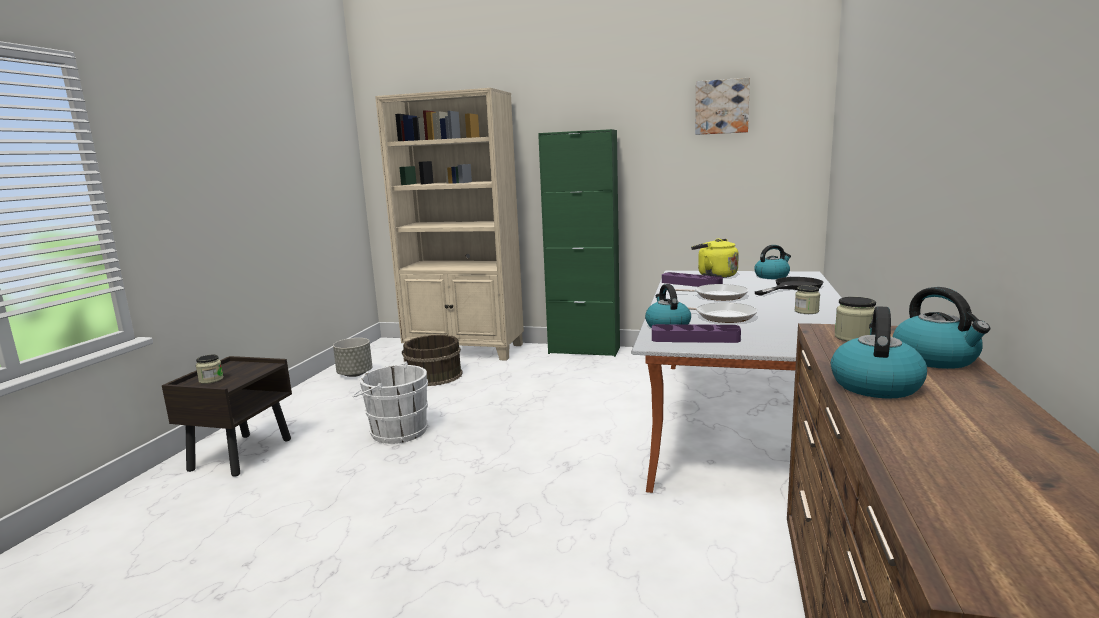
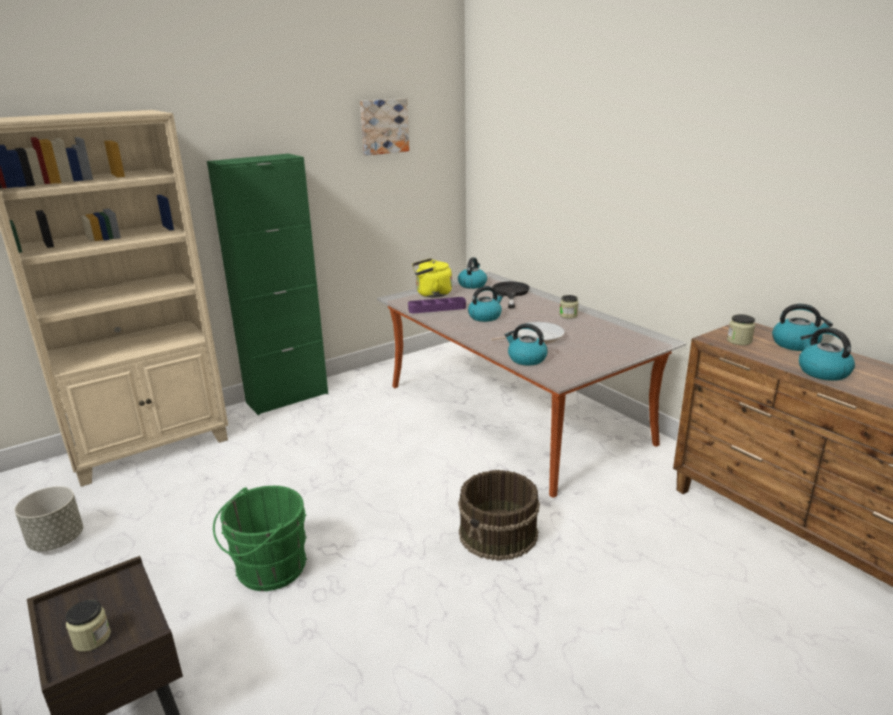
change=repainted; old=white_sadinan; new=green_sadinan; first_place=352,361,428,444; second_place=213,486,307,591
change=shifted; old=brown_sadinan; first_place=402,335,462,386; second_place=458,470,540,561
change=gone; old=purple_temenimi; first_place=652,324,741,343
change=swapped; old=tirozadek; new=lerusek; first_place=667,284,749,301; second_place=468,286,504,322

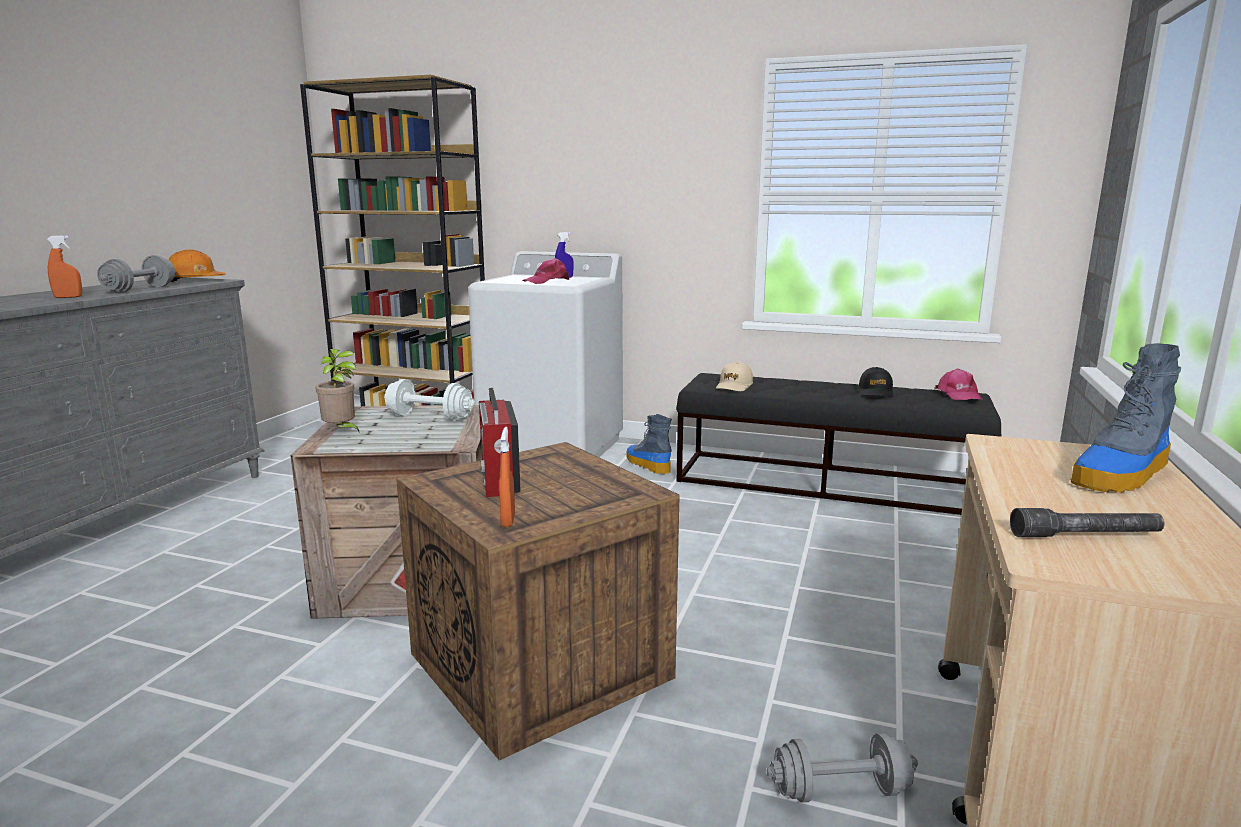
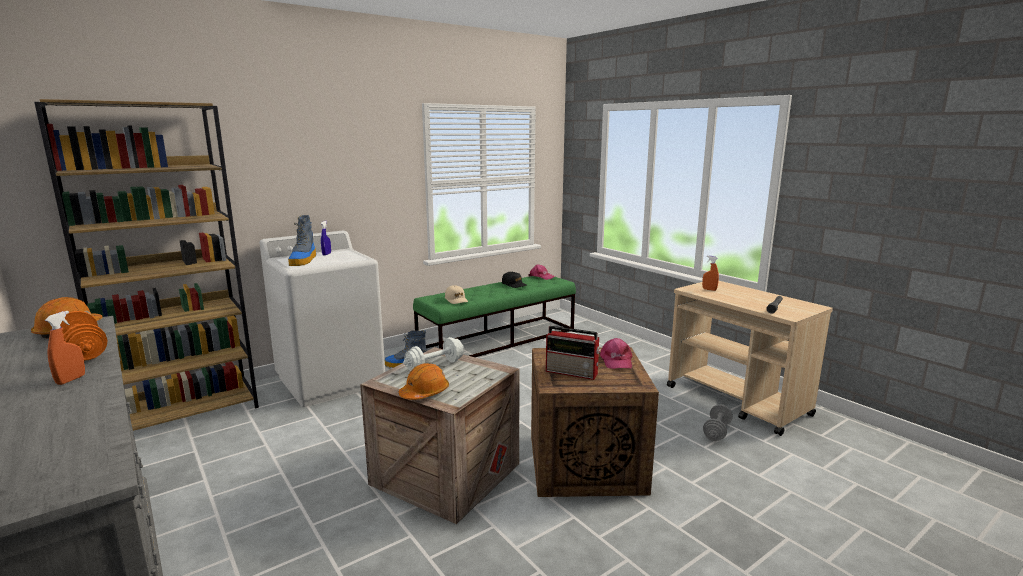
change=repainted; old=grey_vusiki; new=orange_vusiki; first_place=97,255,175,293; second_place=60,311,108,361
change=swapped; old=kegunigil; new=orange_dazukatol; first_place=315,349,360,433; second_place=399,363,449,400
change=shifted; old=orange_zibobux; first_place=499,427,515,527; second_place=702,256,719,291
change=shifted; old=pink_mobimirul; first_place=522,258,569,284; second_place=600,338,633,369
change=repainted; old=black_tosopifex; new=green_tosopifex; first_place=676,373,1001,515; second_place=413,276,576,357
change=shifted; old=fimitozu; first_place=1070,343,1181,493; second_place=288,215,316,266

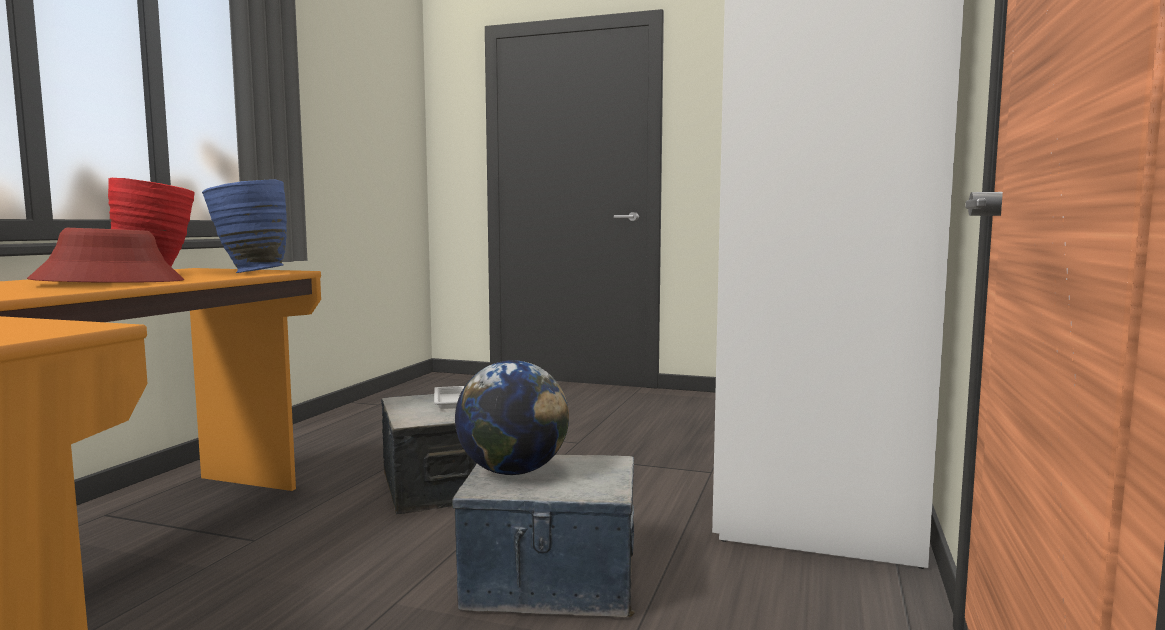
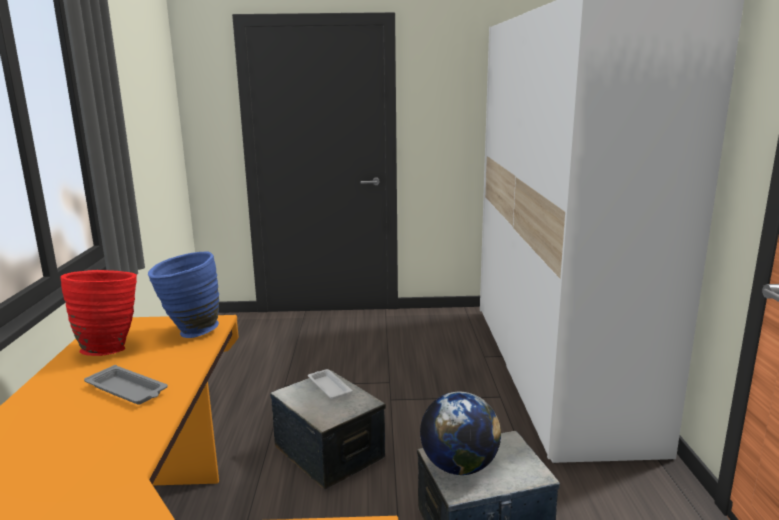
change=swapped; old=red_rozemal; new=grey_temenimi; first_place=27,228,184,283; second_place=84,365,168,405

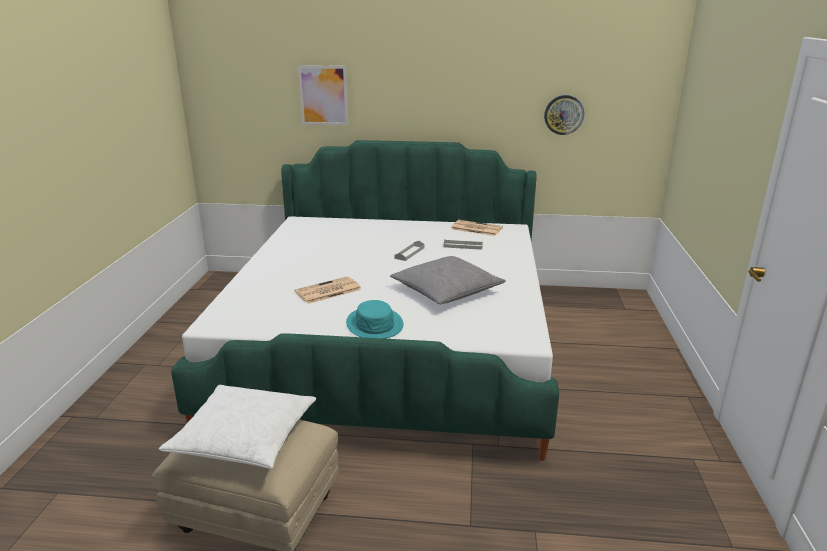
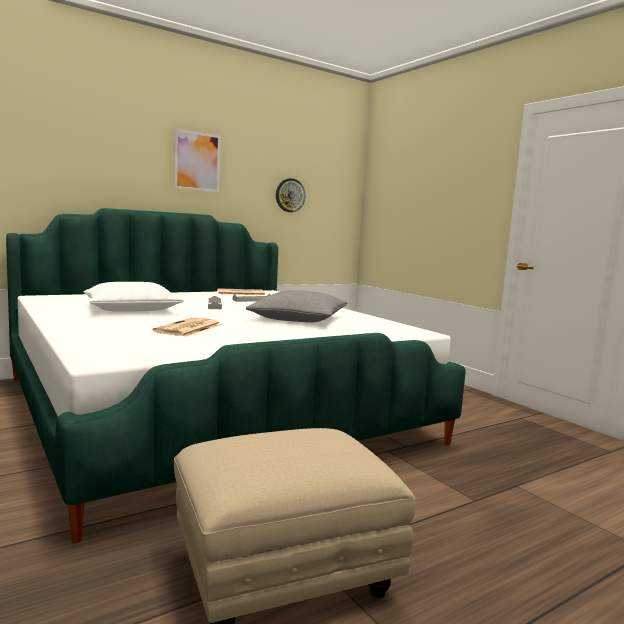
change=shifted; old=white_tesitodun; first_place=159,385,316,469; second_place=83,282,184,312
change=shifted; old=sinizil; first_place=298,65,348,125; second_place=174,129,221,193
change=gone; old=turquoise_rozemal; first_place=346,300,404,339

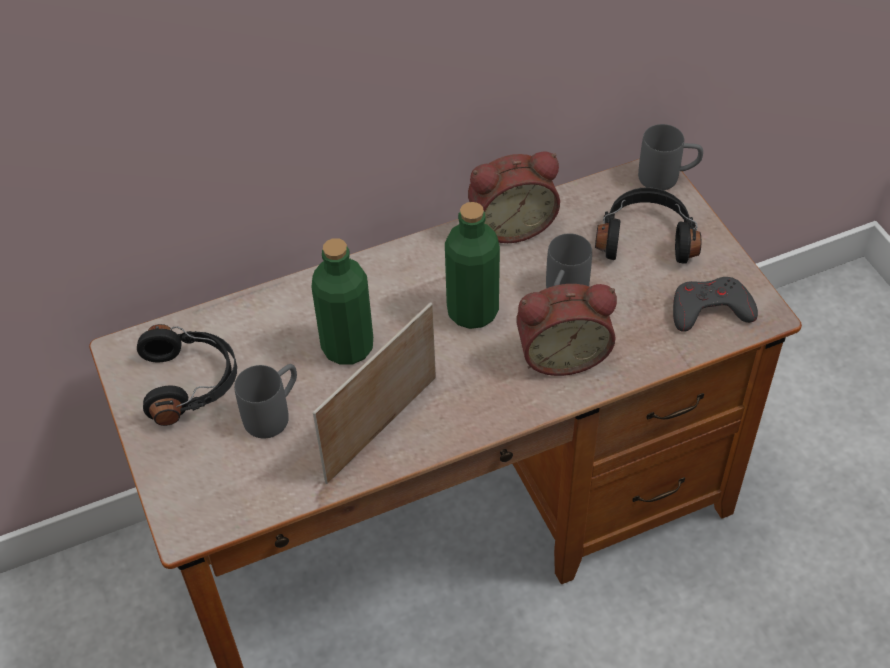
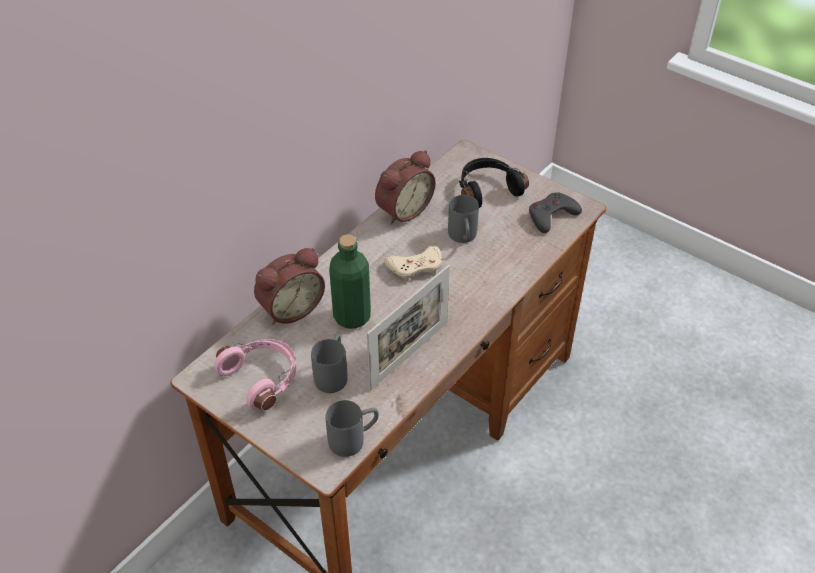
change=repainted; old=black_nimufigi; new=pink_nimufigi; first_place=137,324,237,426; second_place=215,339,297,410
change=rotated; old=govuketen; first_place=313,302,436,484; second_place=367,265,450,390; degrees=-150
change=swapped; old=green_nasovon; new=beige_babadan; first_place=445,202,500,329; second_place=384,245,442,282
change=shifted; old=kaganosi; first_place=516,284,617,376; second_place=254,248,325,325
change=shifted; old=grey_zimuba; first_place=638,124,703,190; second_place=326,400,379,457

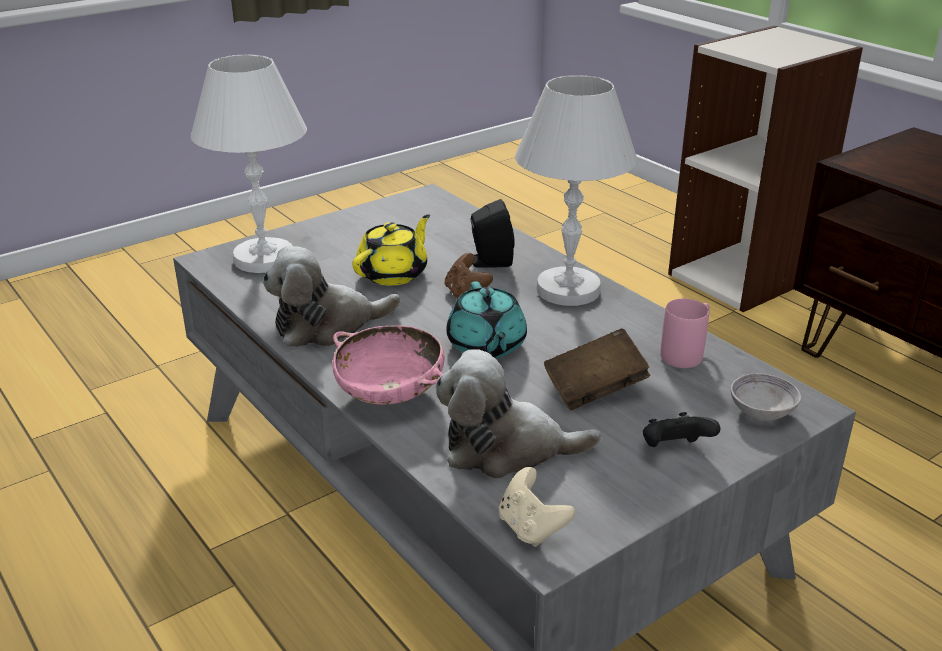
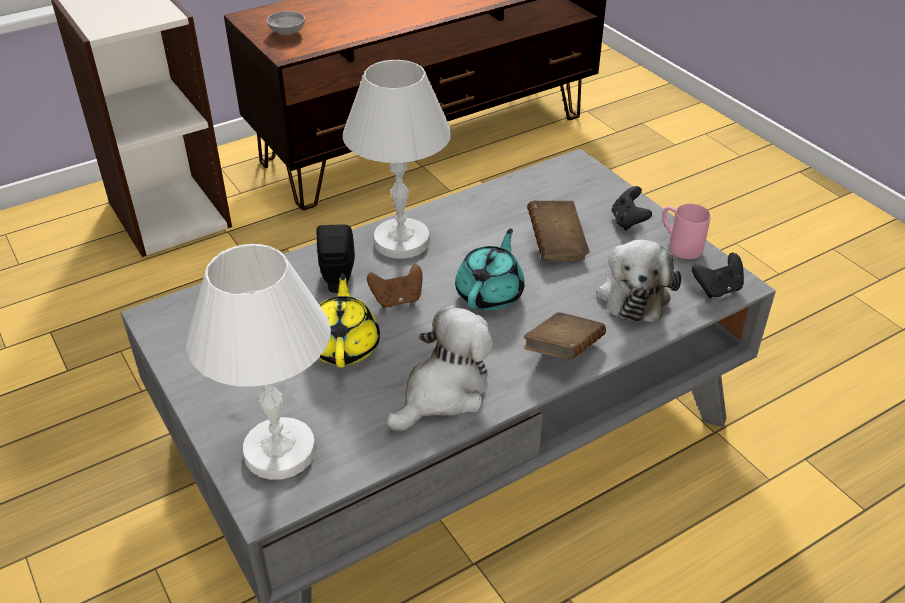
change=rotated; old=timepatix; first_place=262,246,401,347; second_place=386,305,493,430; degrees=-120
change=swapped; old=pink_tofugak; new=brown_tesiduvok; first_place=332,325,444,405; second_place=524,312,606,360
change=rotated; old=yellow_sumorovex; first_place=353,214,430,286; second_place=318,273,380,368; degrees=45
change=rotated; old=turquoise_sumorovex; first_place=446,281,527,358; second_place=455,229,525,310; degrees=-60
change=repainted; old=beige_babadan; new=black_babadan; first_place=499,467,575,547; second_place=692,253,744,298
change=shifted; old=pink_zimuba; first_place=660,299,710,368; second_place=662,204,711,259
change=shifted; old=grey_tofugak; first_place=731,373,801,420; second_place=266,11,305,35

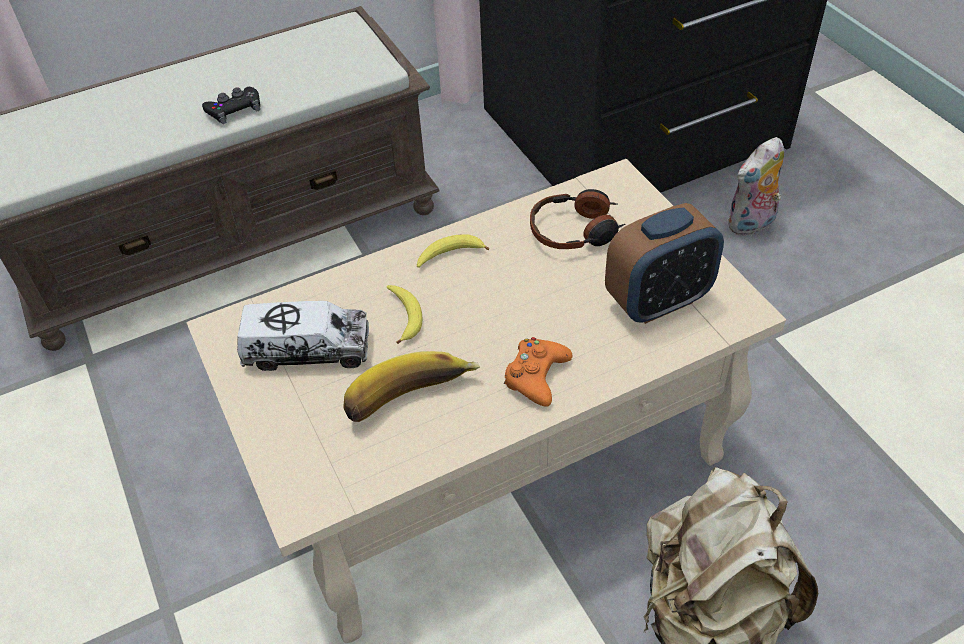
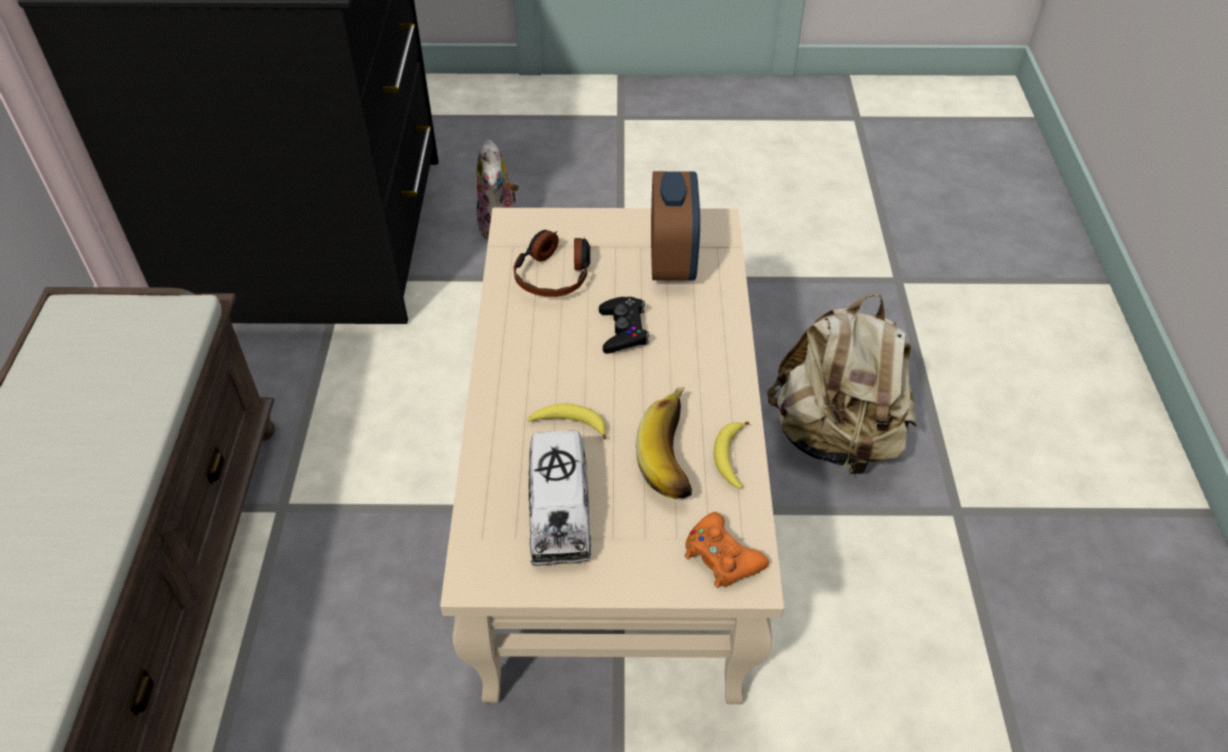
change=shifted; old=black_babadan; first_place=202,87,260,124; second_place=599,297,649,354
change=rotated; old=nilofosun; first_place=237,301,369,371; second_place=529,431,591,566; degrees=150
change=shifted; old=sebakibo; first_place=417,234,489,268; second_place=714,421,749,489
change=shifted; old=orange_babadan; first_place=504,337,572,407; second_place=685,512,769,588

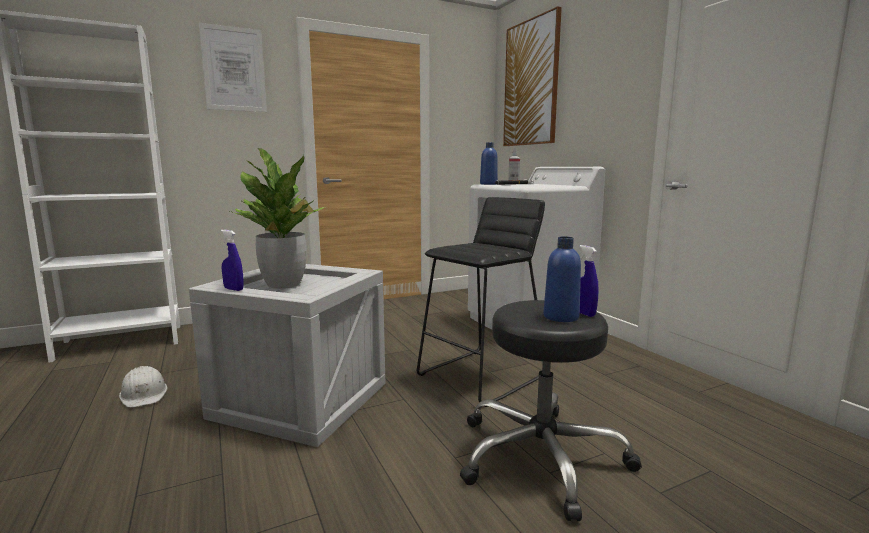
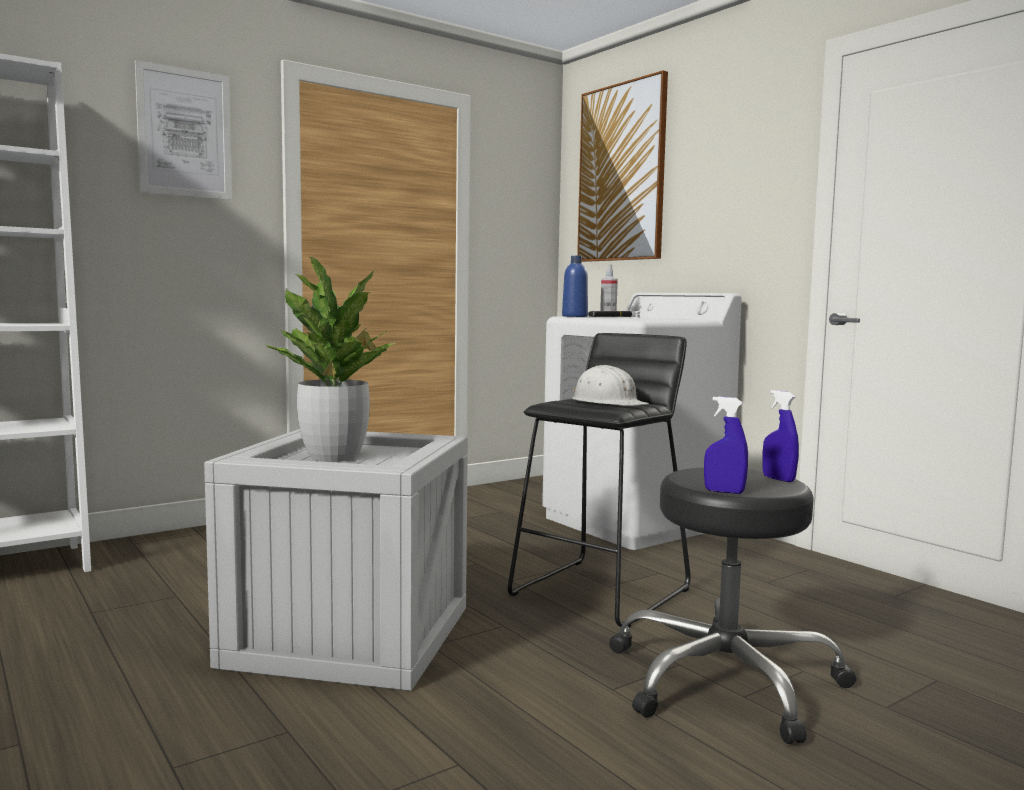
change=shifted; old=white_dazukatol; first_place=119,366,167,408; second_place=572,365,649,406
change=shifted; old=blue_zibobux; first_place=221,230,244,291; second_place=704,396,748,494
change=gone; old=blue_nasovon; first_place=543,236,581,322

